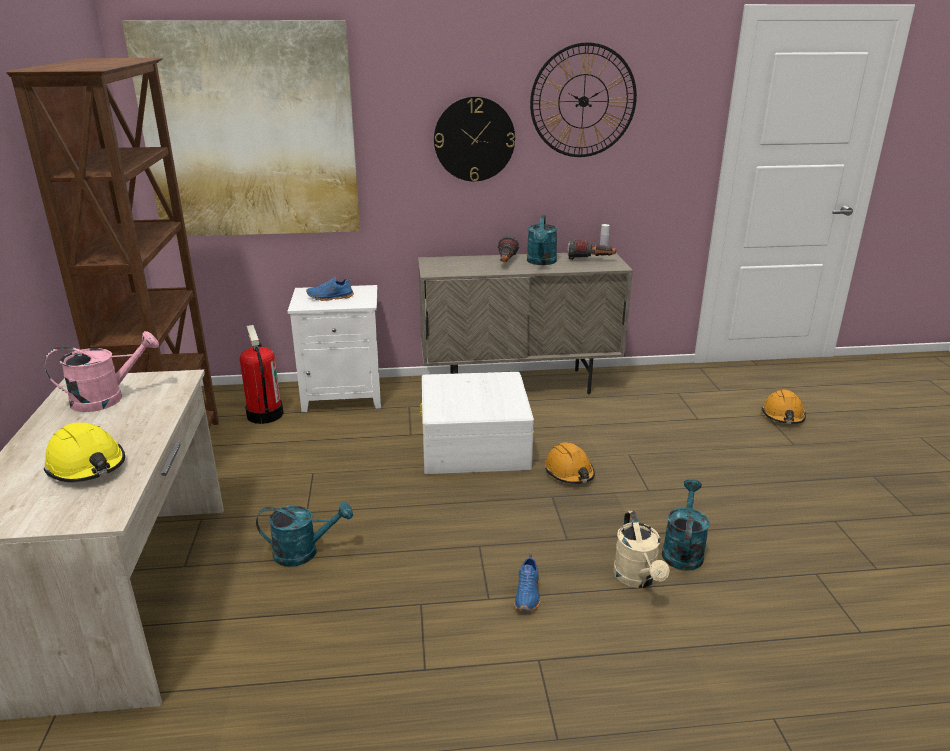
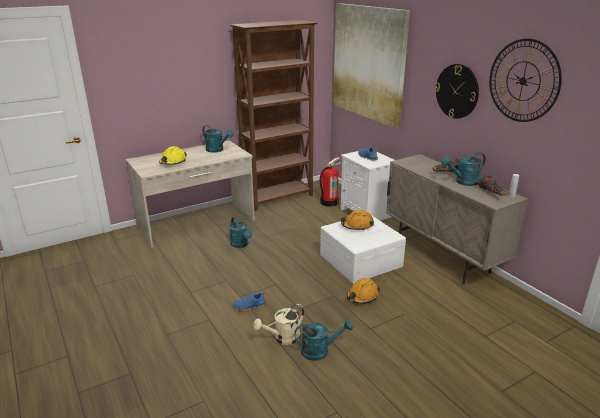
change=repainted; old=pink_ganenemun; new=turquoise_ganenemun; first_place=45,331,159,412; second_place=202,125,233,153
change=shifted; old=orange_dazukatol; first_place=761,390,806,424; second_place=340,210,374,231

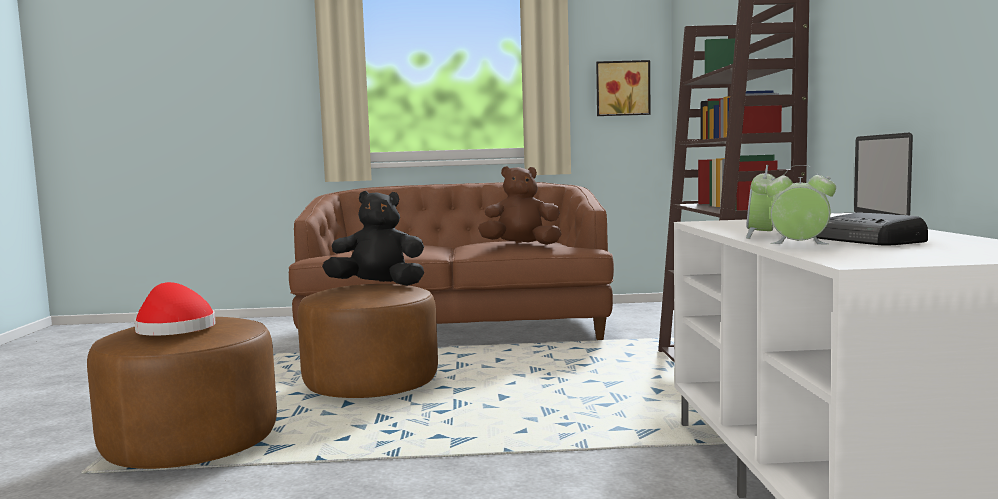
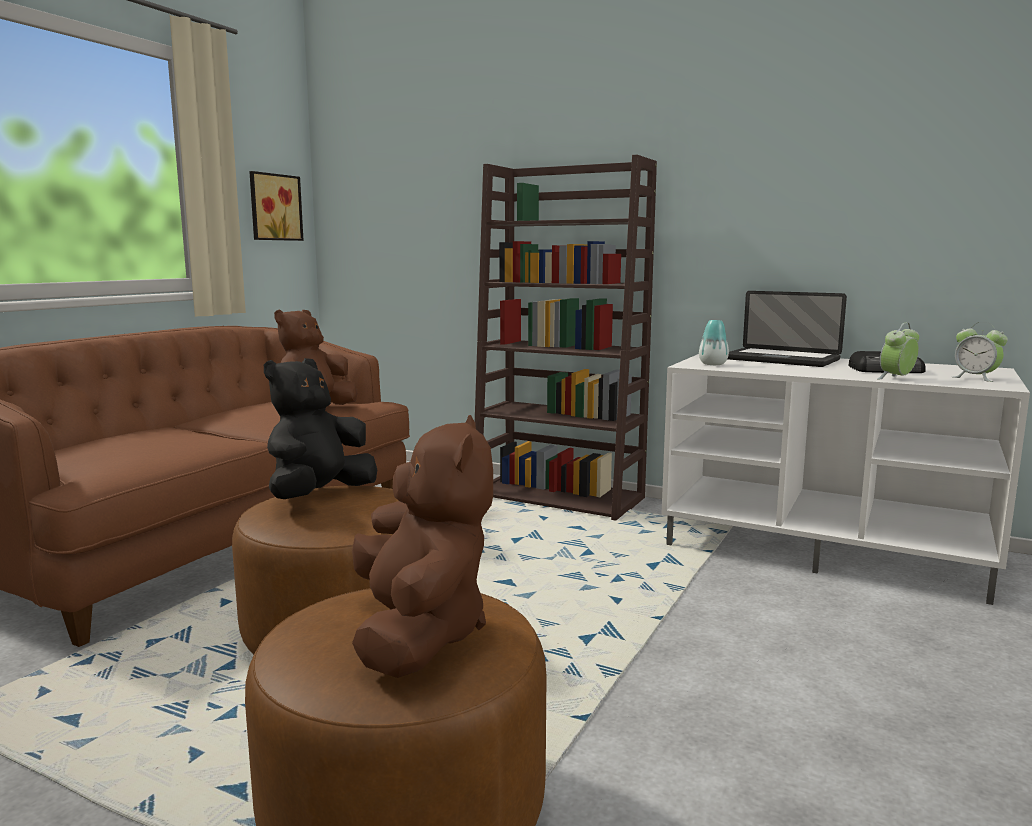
change=swapped; old=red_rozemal; new=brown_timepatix; first_place=134,282,216,336; second_place=352,415,493,678
change=shifted; old=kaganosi; first_place=746,165,776,239; second_place=954,322,1008,382
change=new; new=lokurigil; second_place=699,320,729,365

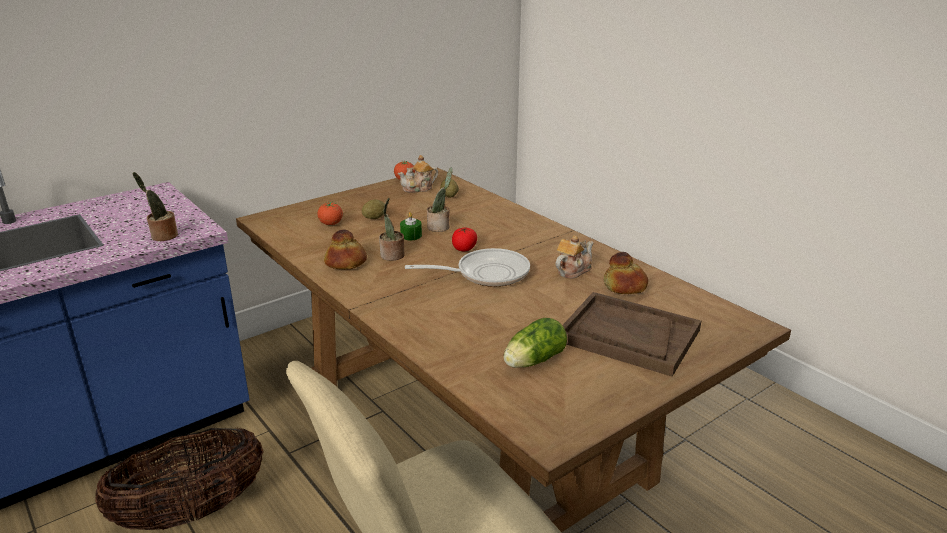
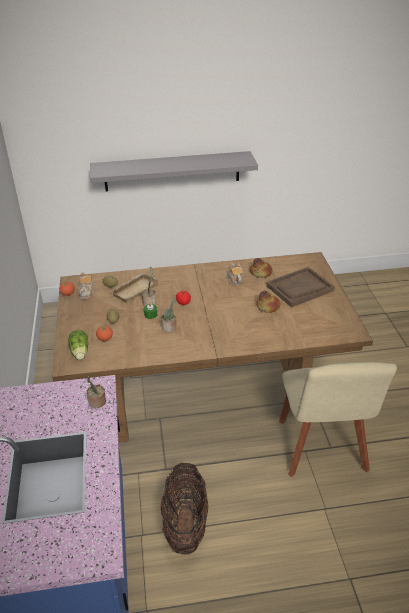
change=shifted; old=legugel; first_place=324,229,367,269; second_place=256,291,281,313
change=gone; old=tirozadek; first_place=405,248,530,287
change=shifted; old=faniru; first_place=504,318,567,368; second_place=68,330,88,360
change=new; new=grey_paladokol; second_place=90,151,258,191
change=new; new=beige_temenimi; second_place=111,273,159,303

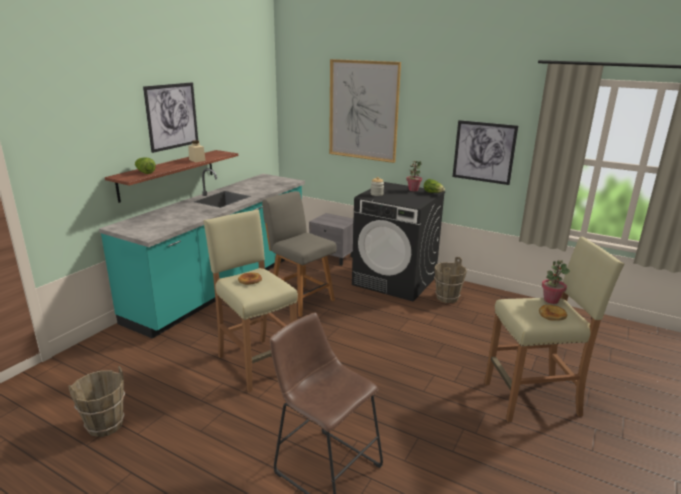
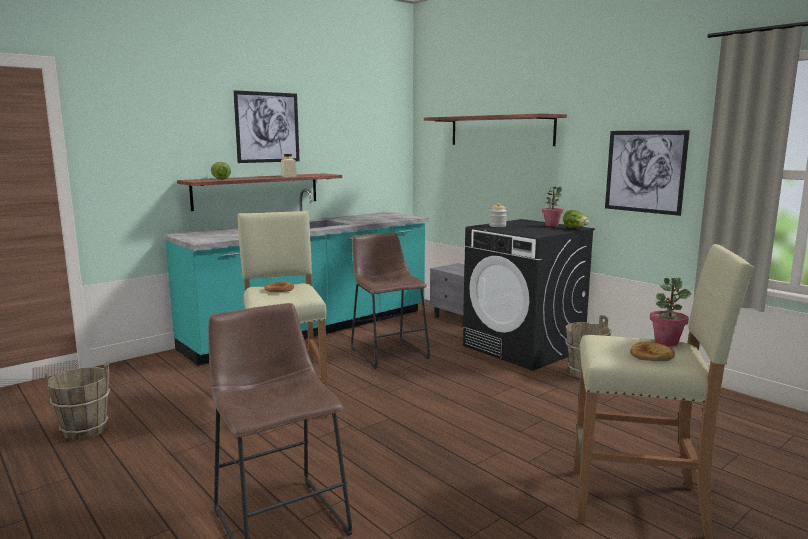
change=swapped; old=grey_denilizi; new=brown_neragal; first_place=262,191,336,317; second_place=351,232,430,369
change=swapped; old=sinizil; new=paladokol; first_place=329,59,401,163; second_place=424,113,567,146

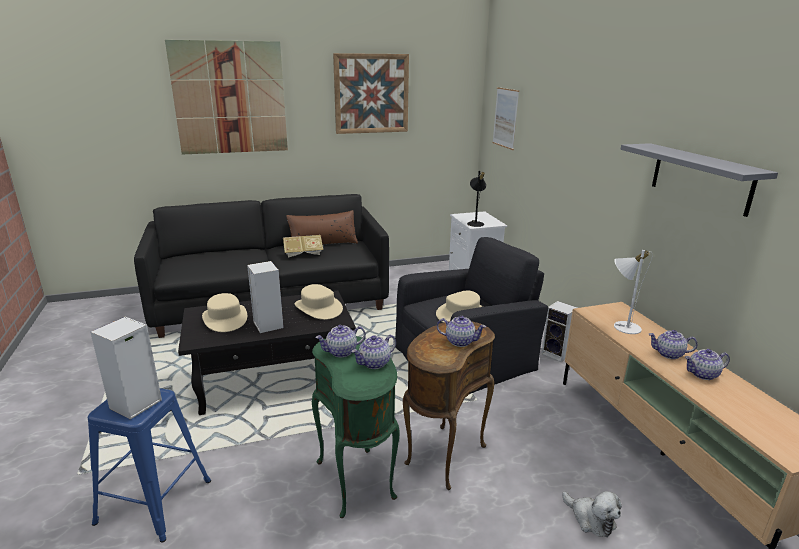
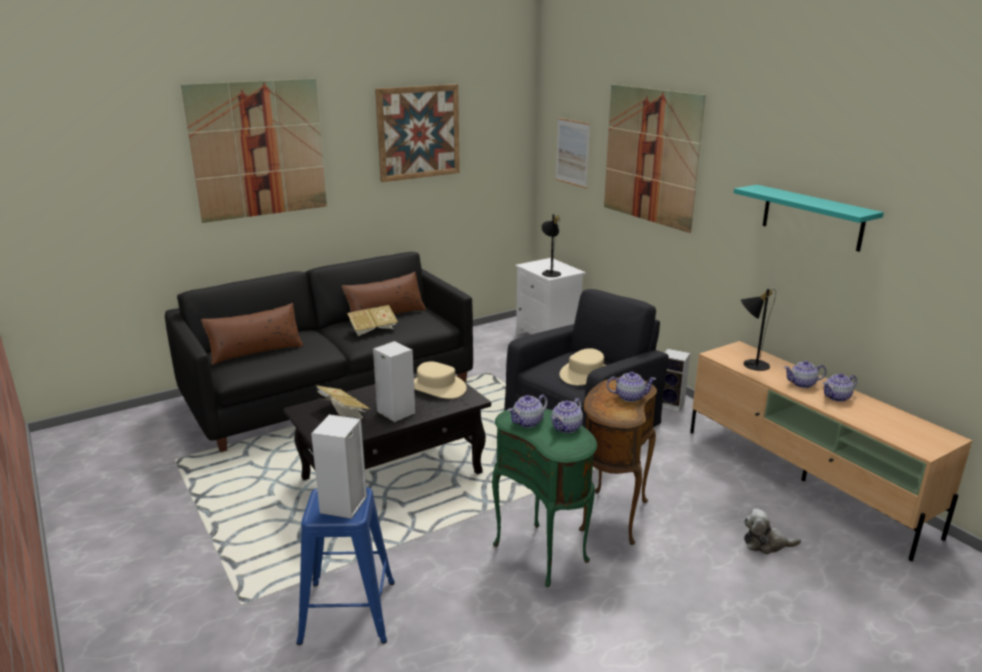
change=swapped; old=beige_rozemal; new=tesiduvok; first_place=202,293,247,332; second_place=316,385,370,418
change=rotated; old=timepatix; first_place=562,491,622,537; second_place=744,509,801,554; degrees=150
change=repainted; old=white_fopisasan; new=black_fopisasan; first_place=614,250,653,334; second_place=741,289,776,371
change=repainted; old=grey_paladokol; new=turquoise_paladokol; first_place=620,143,778,217; second_place=734,185,884,252
change=new; new=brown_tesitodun; second_place=201,303,304,365
change=new; new=sinizil; second_place=604,85,706,233

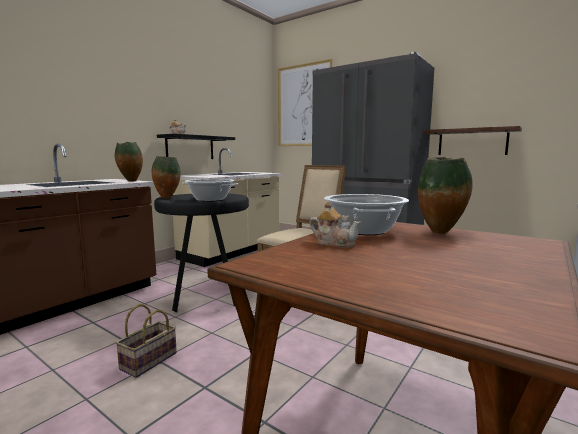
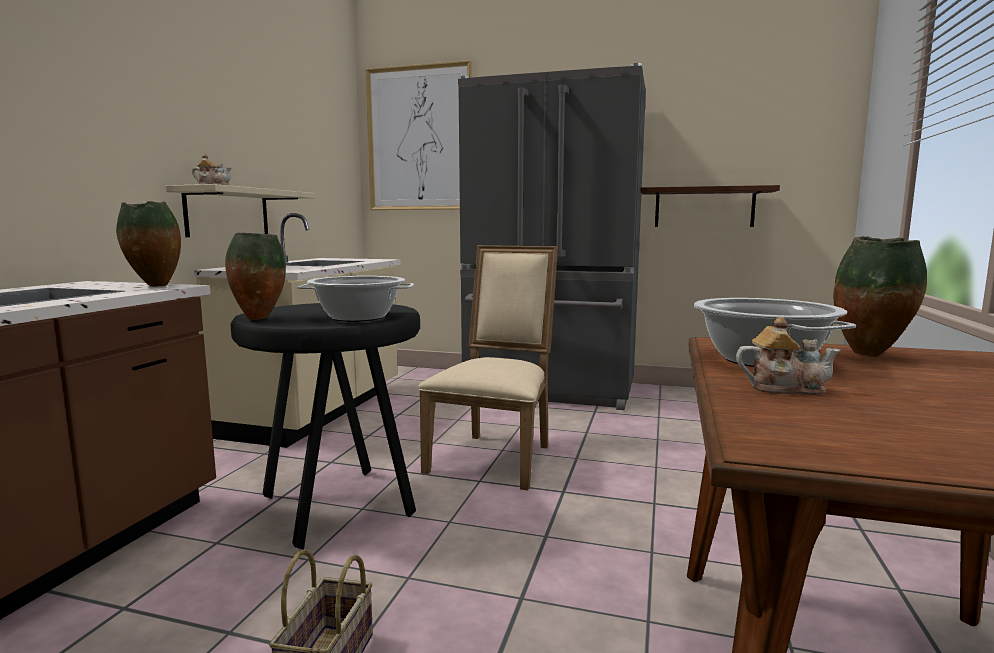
change=repainted; old=black_paladokol; new=beige_paladokol; first_place=157,134,235,159; second_place=166,184,315,237

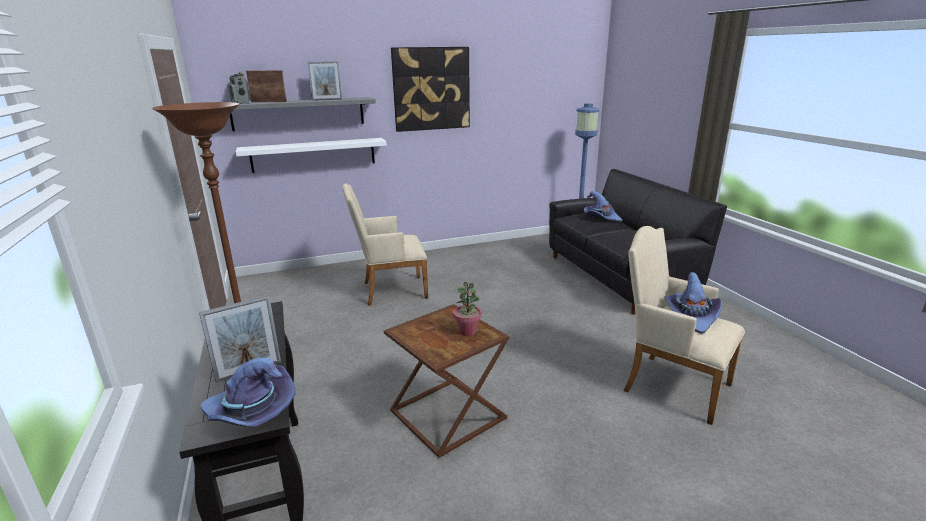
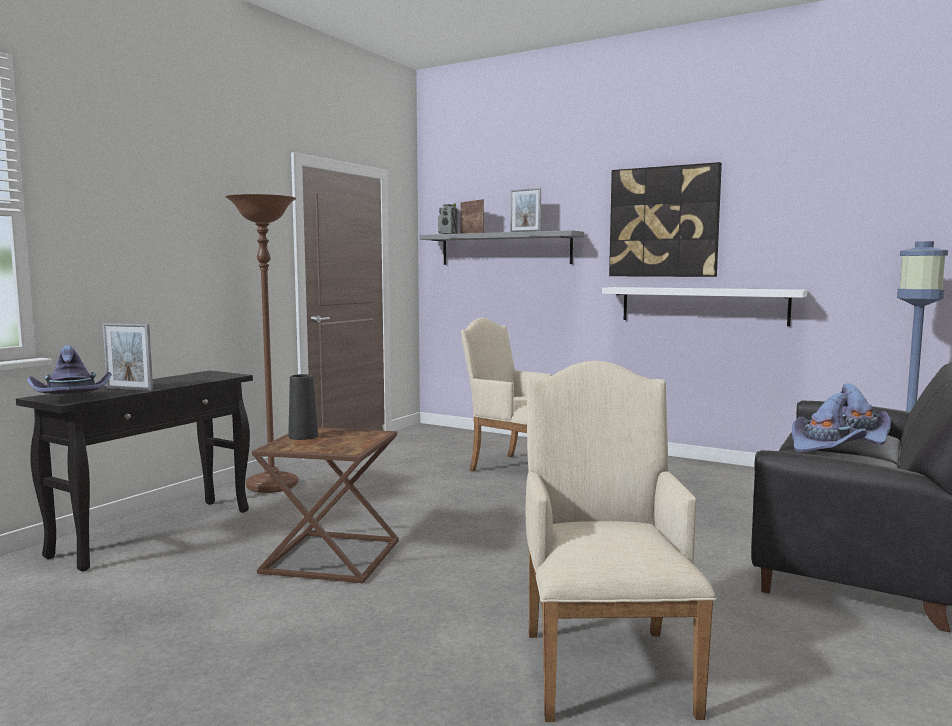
change=shifted; old=white_paladokol; first_place=236,138,387,173; second_place=602,287,807,326
change=gone; old=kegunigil; first_place=453,282,482,336
change=shifted; old=purple_rozemal; first_place=664,272,722,334; second_place=792,393,867,452
change=new; new=black_lokurigil; second_place=288,374,318,440

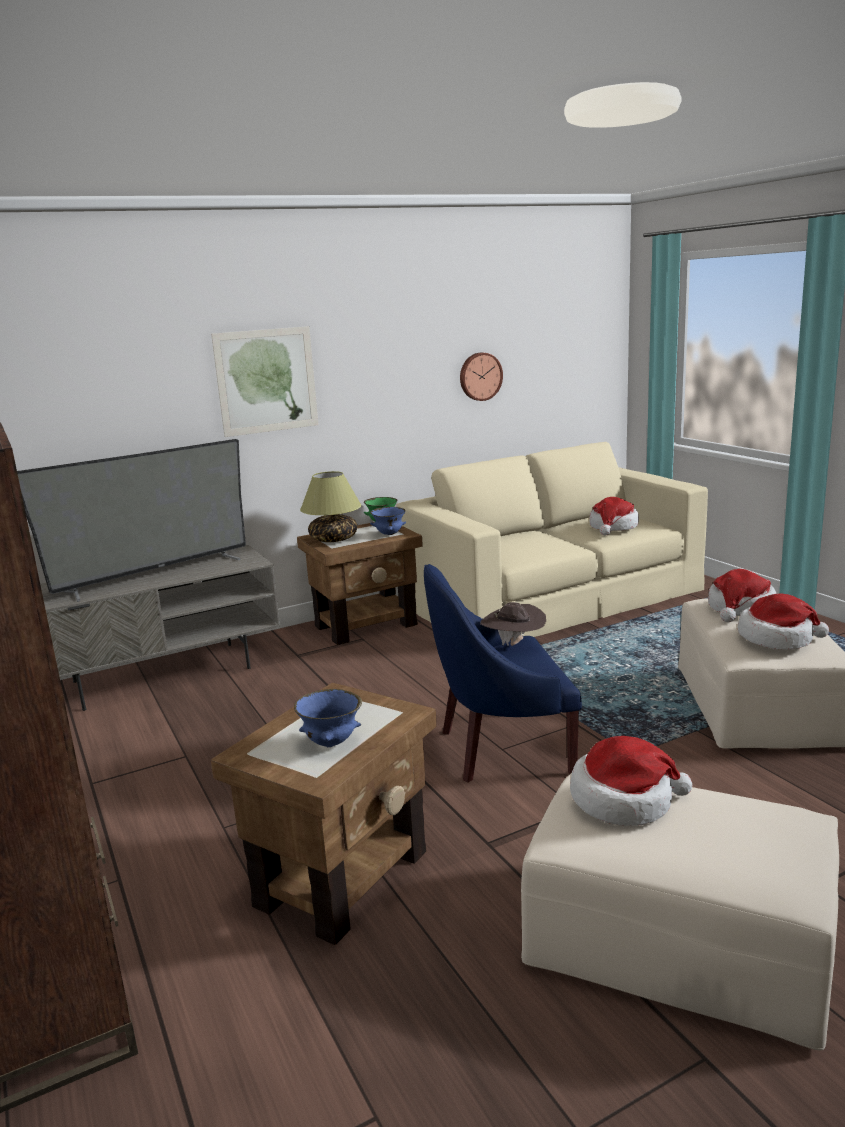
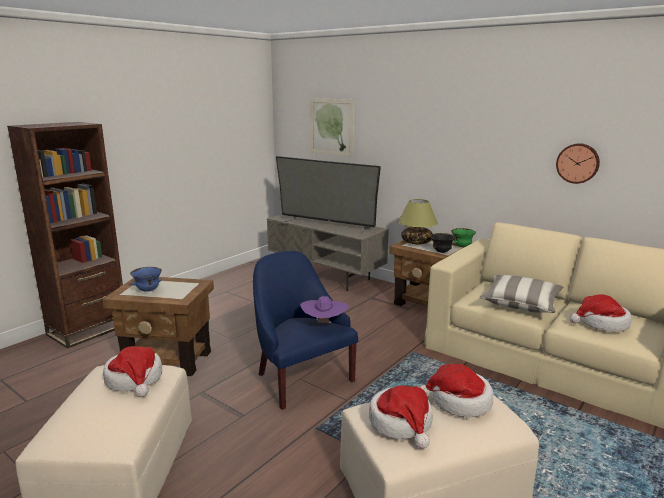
change=shifted; old=sinizil; first_place=211,326,319,437; second_place=310,98,354,157
change=repainted; old=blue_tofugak; new=black_tofugak; first_place=370,507,406,535; second_place=430,233,455,253
change=repainted; old=brown_rozemal; new=purple_rozemal; first_place=480,602,546,646; second_place=300,296,349,323
change=new; new=tesitodun; second_place=479,275,563,313

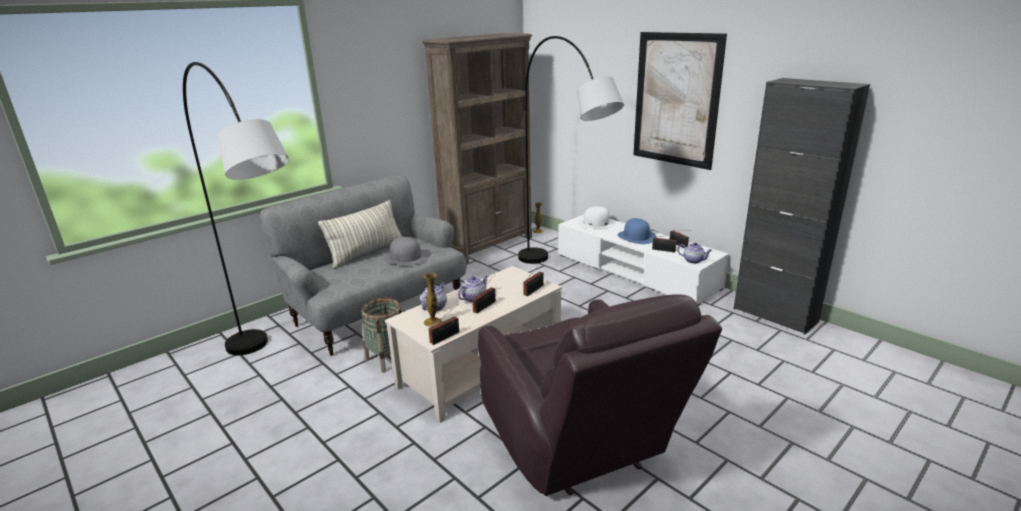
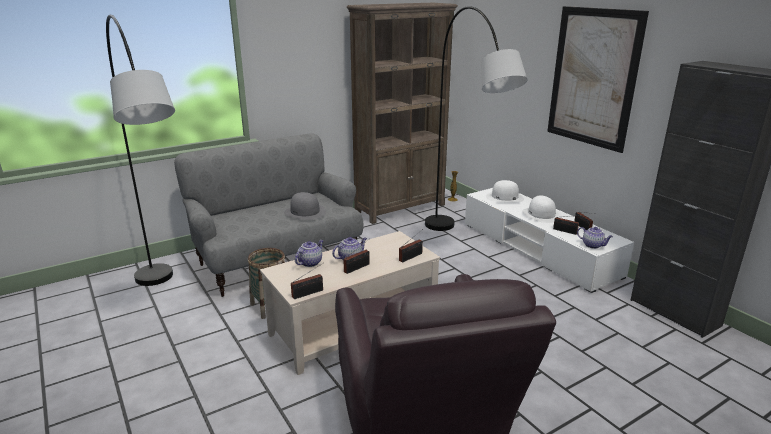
change=gone; old=tesitodun; first_place=318,200,402,269
change=gone; old=lokurigil; first_place=424,273,442,327
change=repainted; old=blue_rozemal; new=white_rozemal; first_place=618,218,656,244; second_place=522,196,562,223

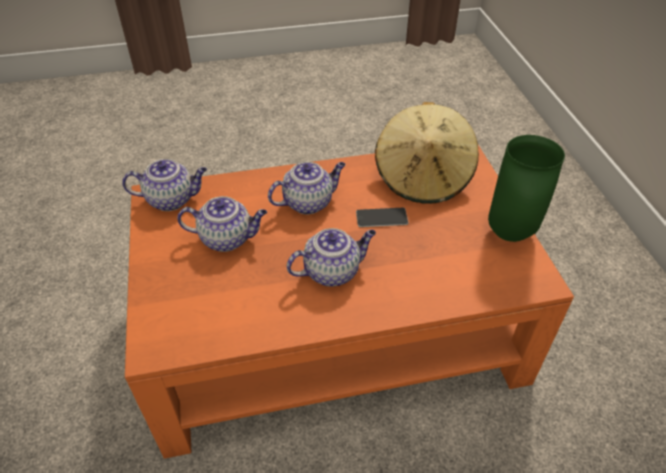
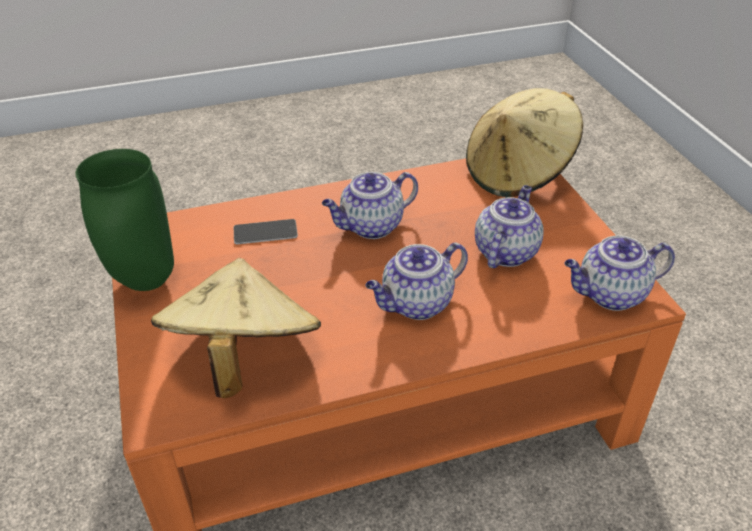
change=rotated; old=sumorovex; first_place=177,196,267,252; second_place=475,185,543,268; degrees=120
change=shifted; old=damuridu; first_place=356,208,408,227; second_place=234,219,298,244
change=new; new=beige_rozemal; second_place=466,88,583,197

